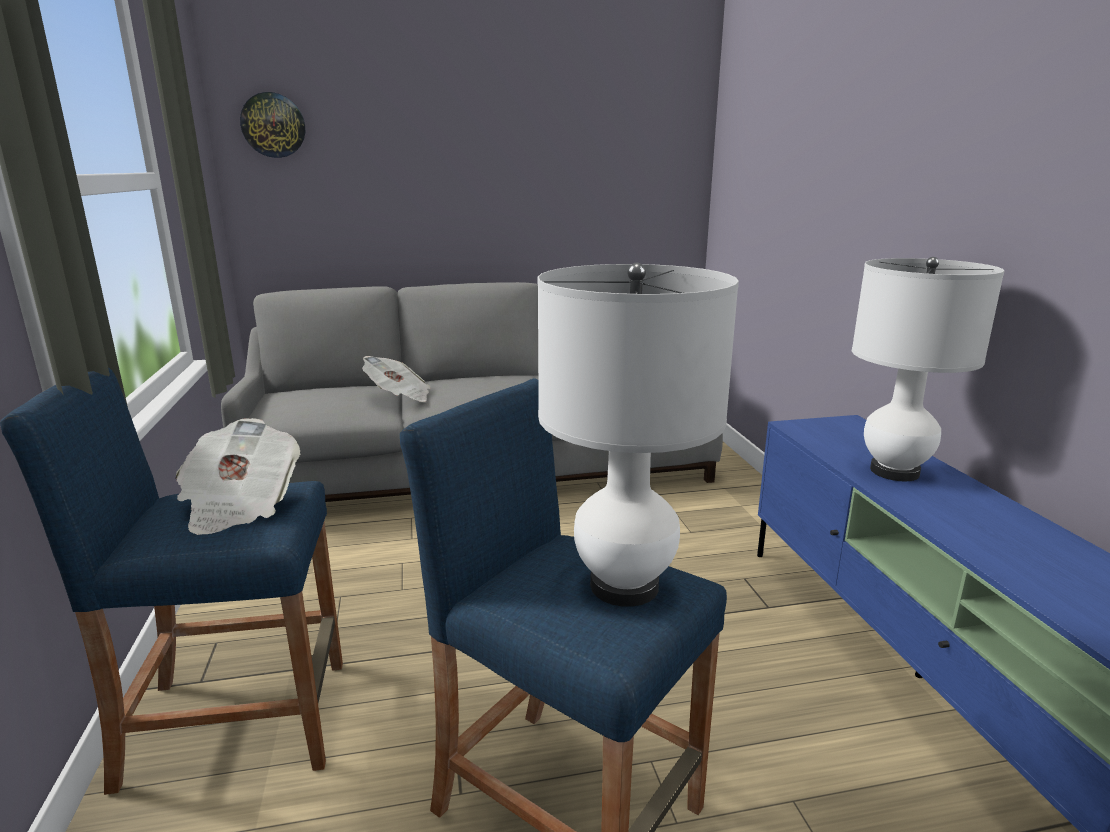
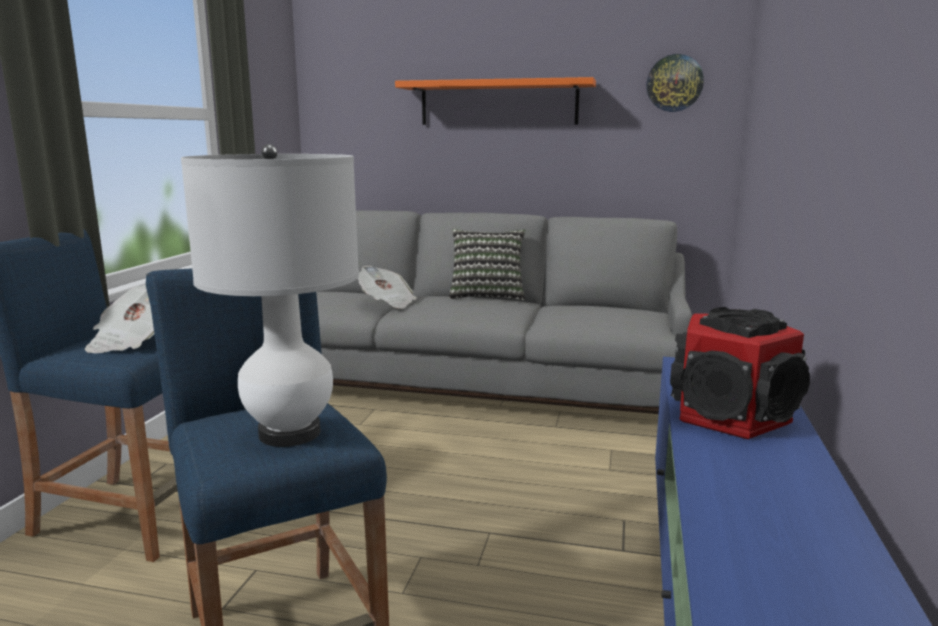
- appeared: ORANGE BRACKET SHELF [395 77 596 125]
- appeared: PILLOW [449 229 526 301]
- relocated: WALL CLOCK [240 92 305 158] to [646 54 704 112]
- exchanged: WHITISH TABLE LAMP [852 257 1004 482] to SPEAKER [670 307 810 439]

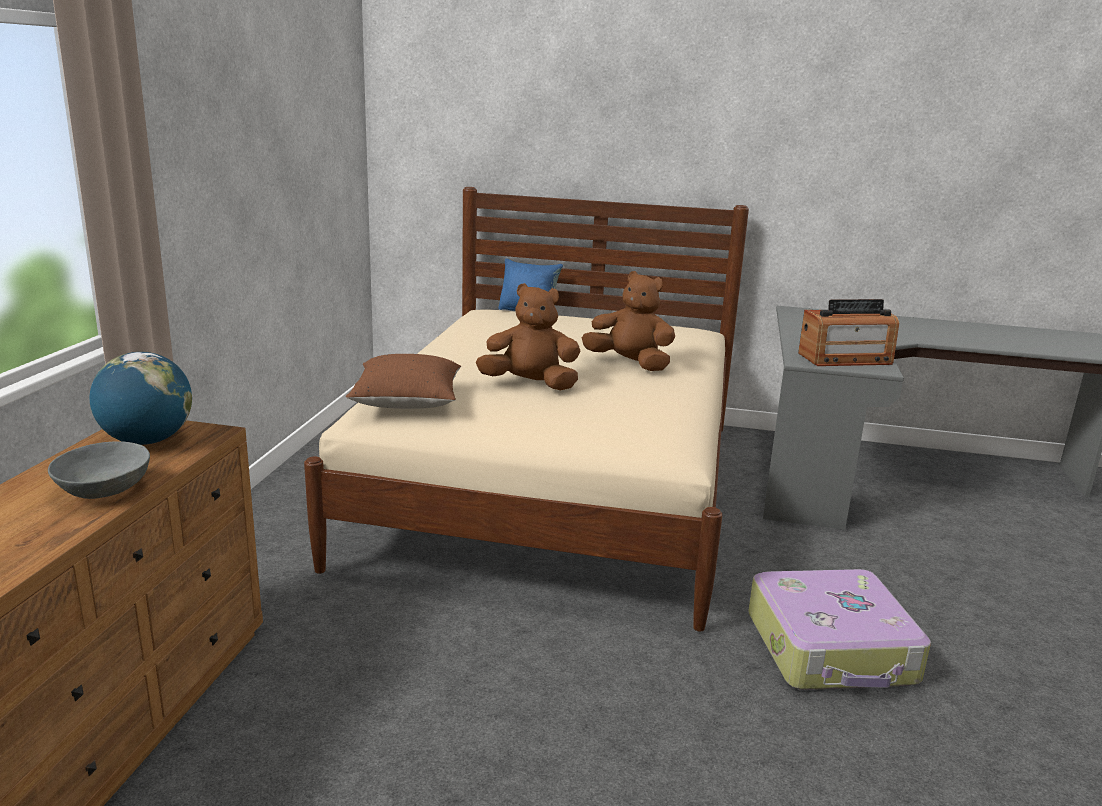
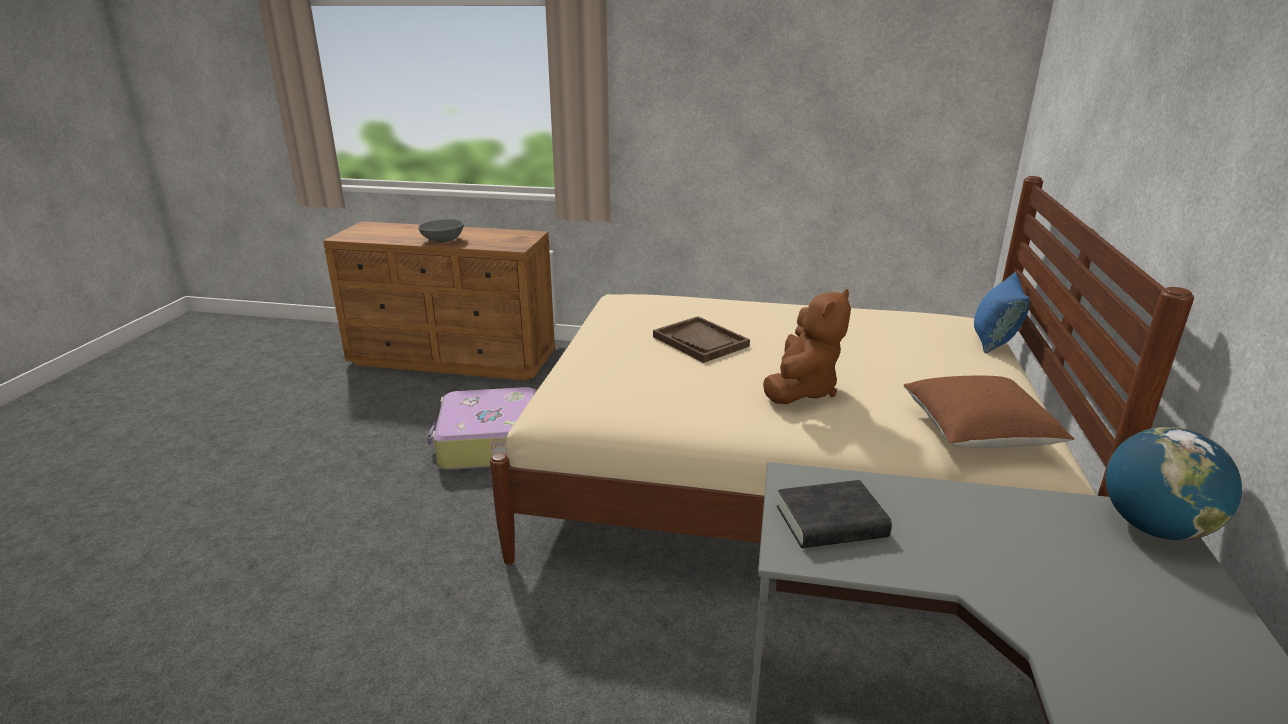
- relocated: WORLD GLOBE [90 352 192 445] to [1106 427 1242 540]
- relocated: BROWN PILLOW [346 354 461 409] to [904 376 1074 448]
- relocated: PIECE OF LUGGAGE [748 569 931 690] to [427 387 537 470]
- exchanged: BROWN CUDDLY TOY [476 283 580 390] to BROWN CARRYING TRAY [653 316 750 363]
- exchanged: RADIO [798 299 899 366] to BLACK-COLOURED VOLUME [777 480 892 548]

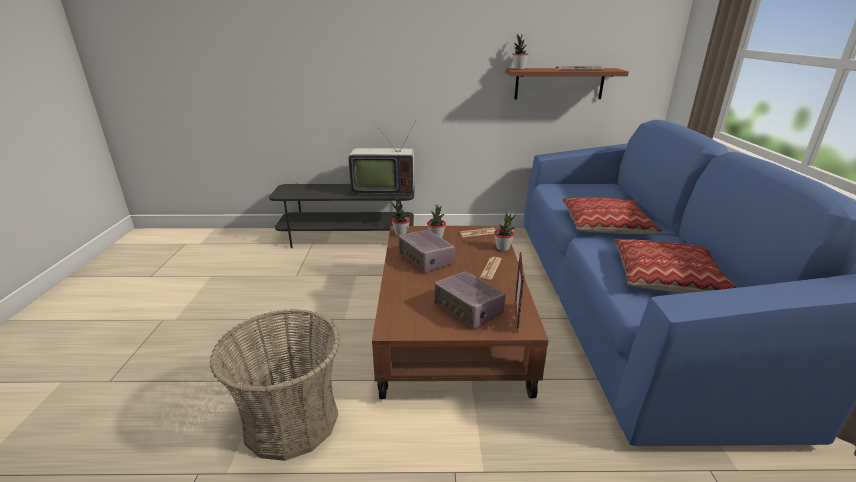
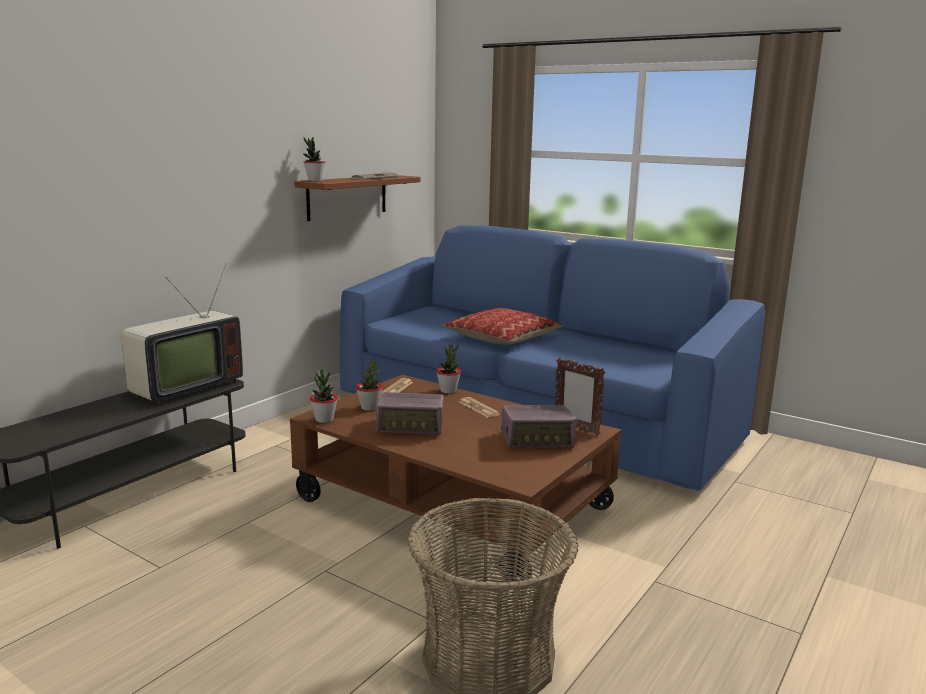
- missing: PILLOW [614 239 736 293]

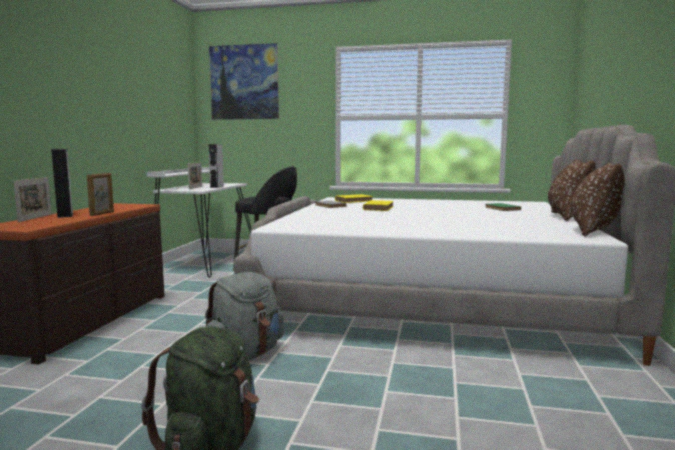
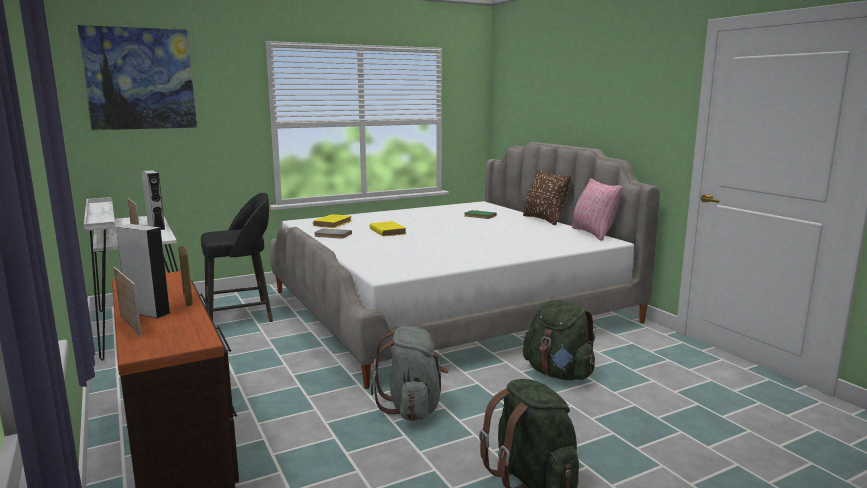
- appeared: GREENISH BACKPACK [523 300 595 380]
- colour: BROWN PILLOW [570 162 625 237] to PINKISH PILLOW [572 178 623 241]

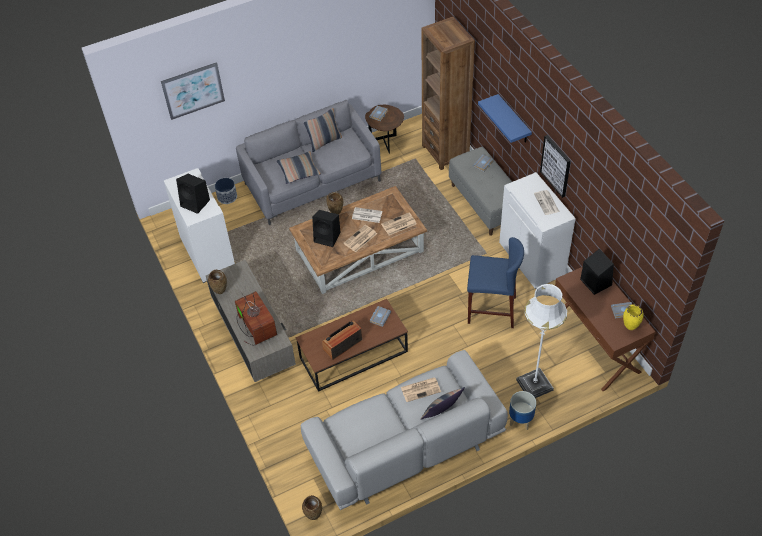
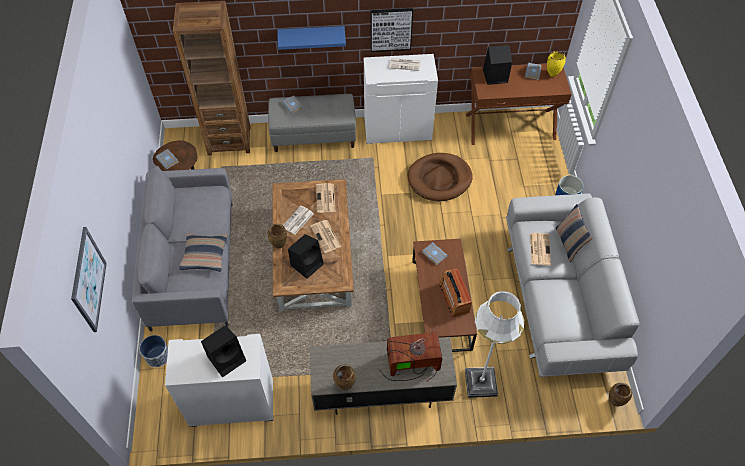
- missing: PILLOW [304 108 342 152]
- relocated: WHITISH STANDARD LAMP [516 284 567 398] to [465 291 524 398]
- exchanged: BLUISH STOOL SEAT [467 237 524 328] to BROWN DOG BED [408 153 473 201]

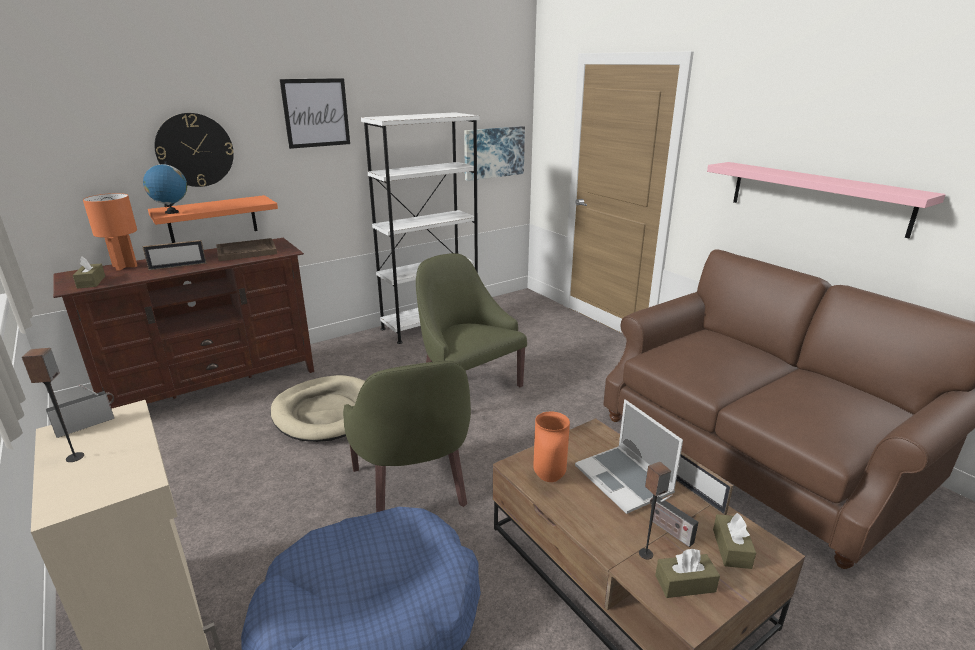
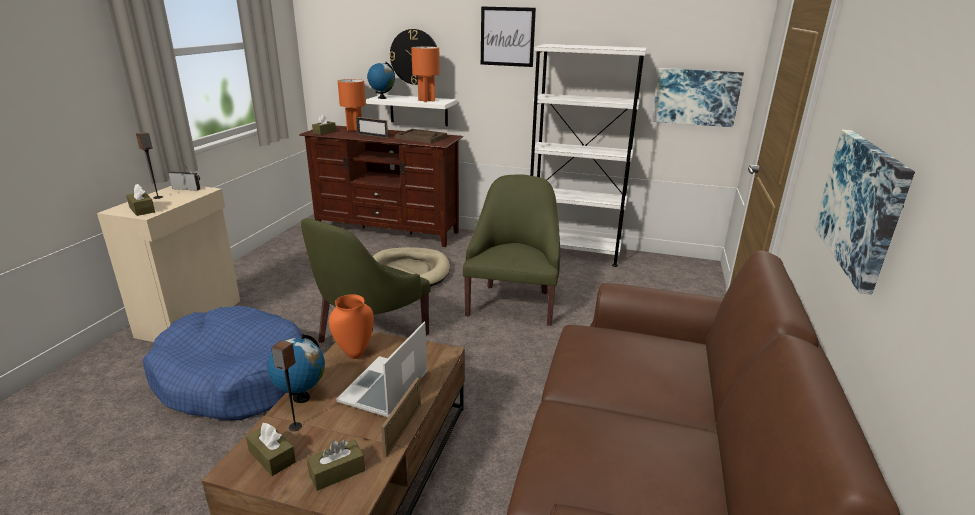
- missing: RADIO [650 495 698 547]
- appeared: BROWN TISSUE HOLDER [126 184 155 216]
- appeared: WORLD GLOBE [267 334 325 403]
- appeared: ORANGE TABLE LAMP [411 46 440 102]
- exchanged: PINKISH BRACKET SHELF [707 162 946 238] to PICTURE [814 130 915 295]
- colour: ORANGE BRACKET SHELF [148 195 278 243] to WHITISH BRACKET SHELF [366 95 457 126]

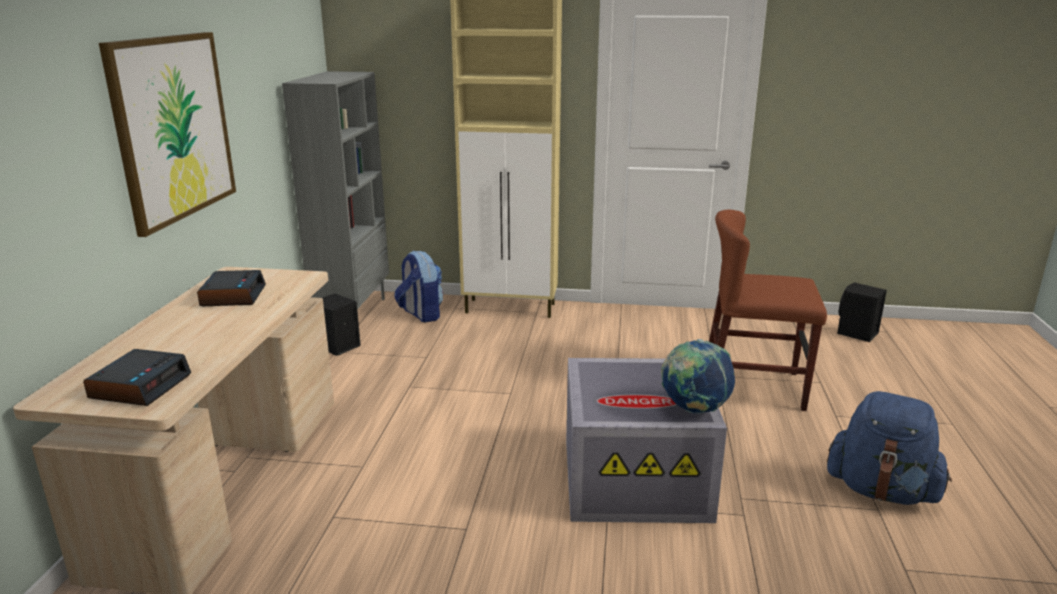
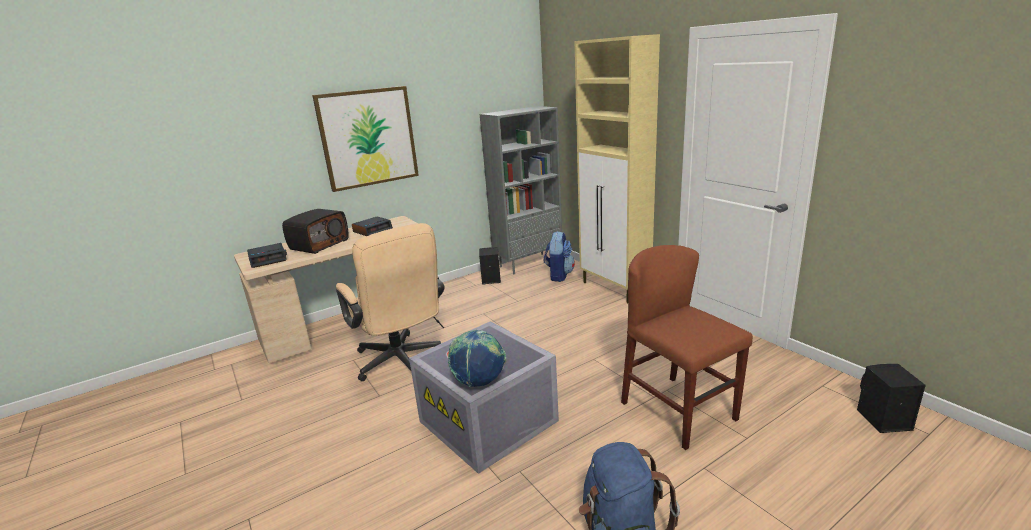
- appeared: RADIO [282 209 349 254]
- appeared: SAND-COLOURED DESK CHAIR [336 223 444 381]

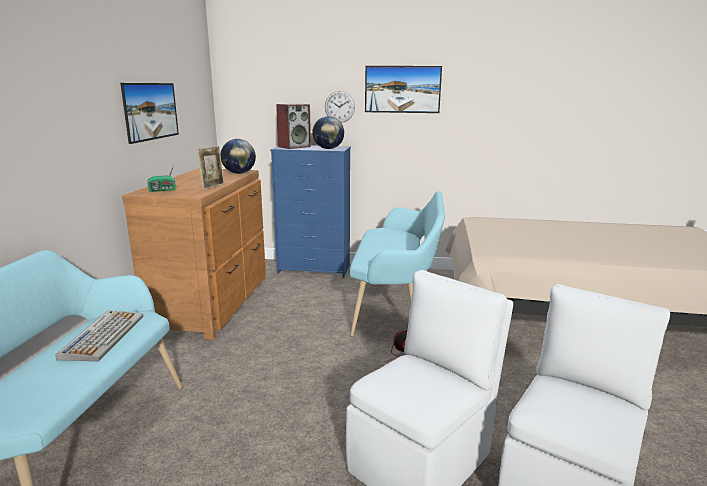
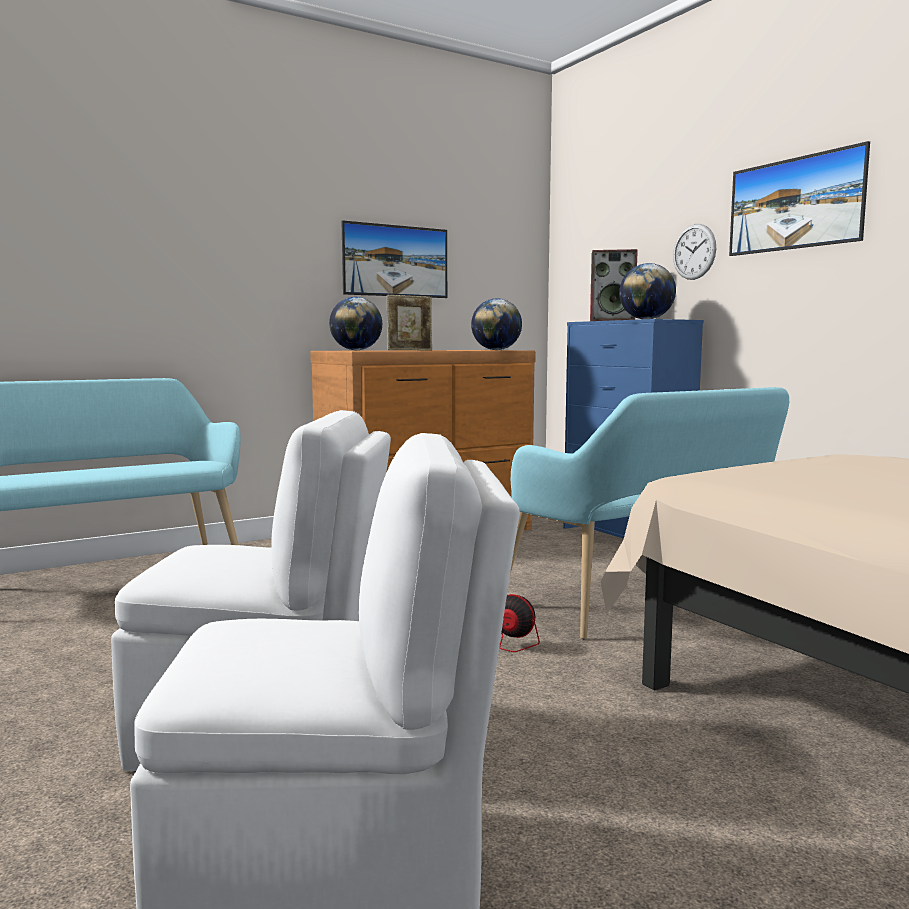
- missing: PC KEYBOARD [56 310 143 361]
- exchanged: RADIO [147 165 176 192] to WORLD GLOBE [329 297 382 350]

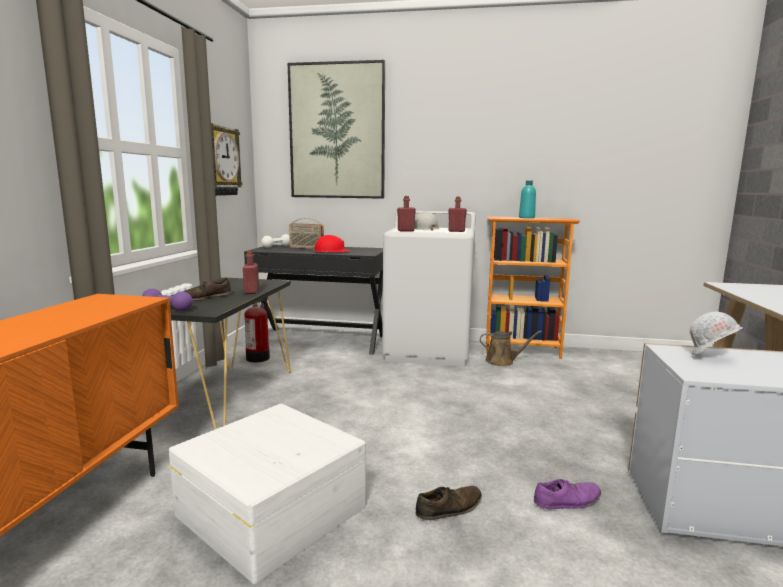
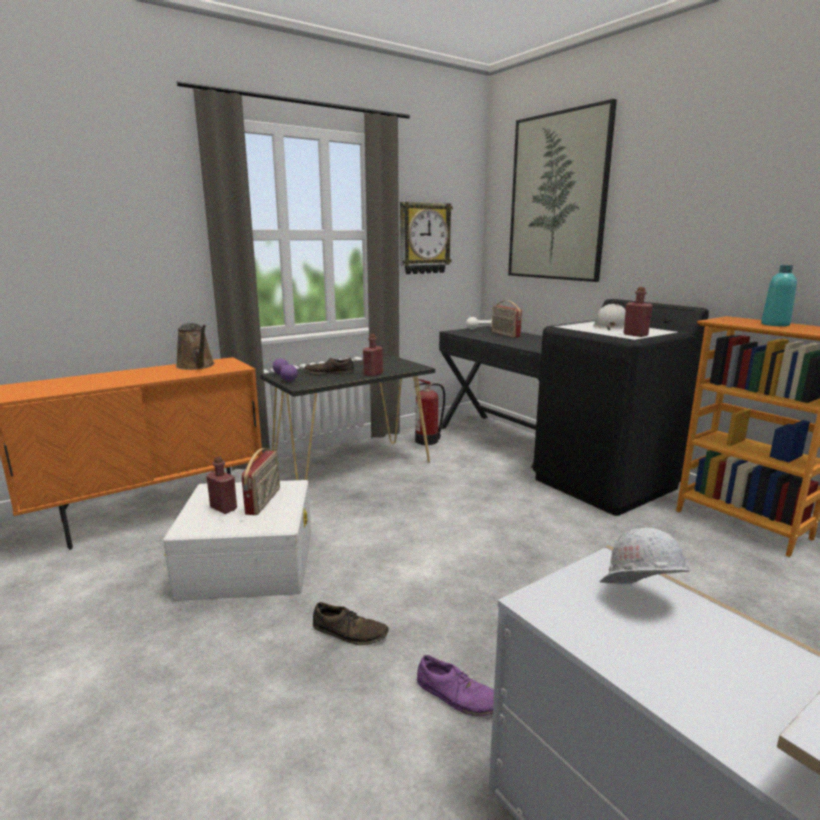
- missing: RED HARD HAT [312 235 350 252]
- appeared: RADIO [241 448 280 515]
- relocated: RED BOTTLE [397 196 416 231] to [206 456 237 514]
- relocated: BROWN SPRINKLING CAN [480 331 542 366] to [176 323 215 370]
- colour: WHITISH WASHING MACHINE [382 211 476 367] to BLACK-COLOURED WASHING MACHINE [533 299 709 516]

